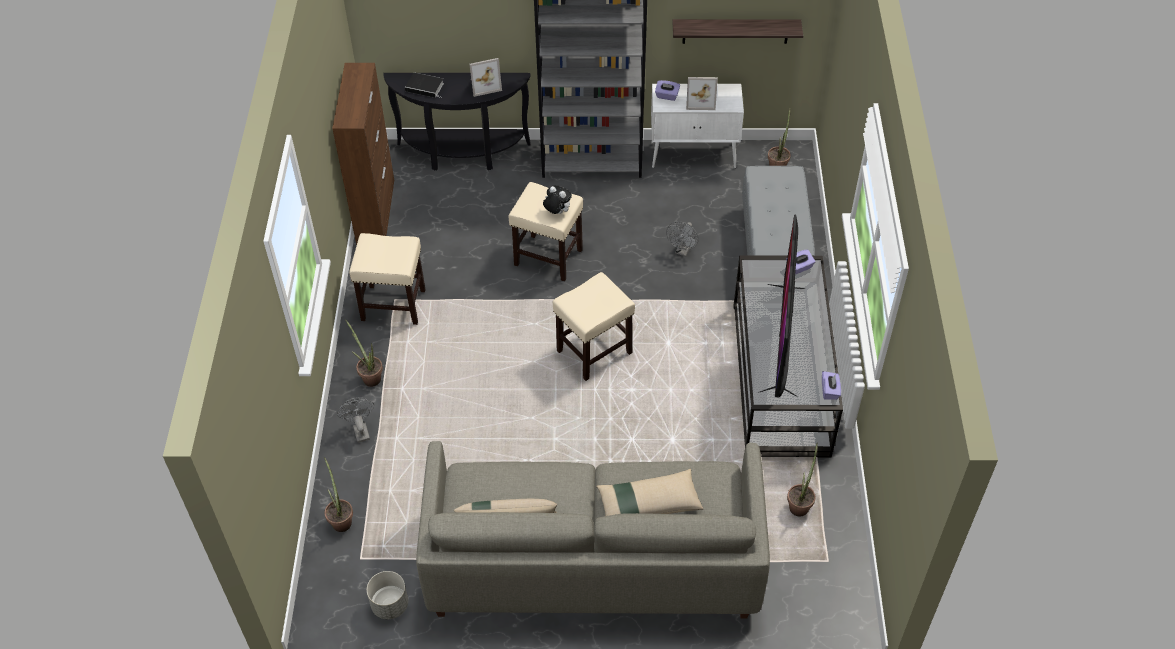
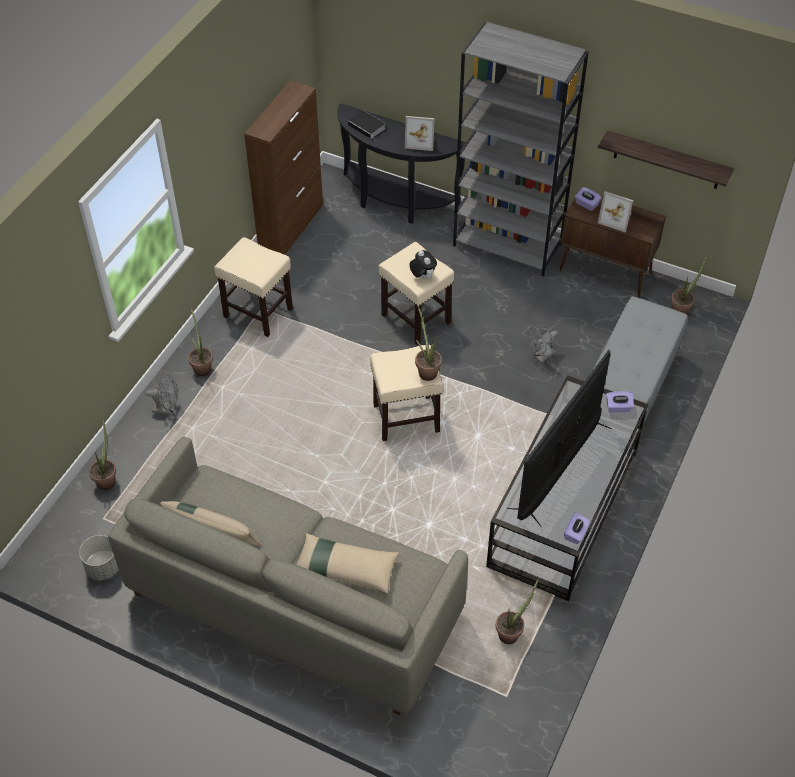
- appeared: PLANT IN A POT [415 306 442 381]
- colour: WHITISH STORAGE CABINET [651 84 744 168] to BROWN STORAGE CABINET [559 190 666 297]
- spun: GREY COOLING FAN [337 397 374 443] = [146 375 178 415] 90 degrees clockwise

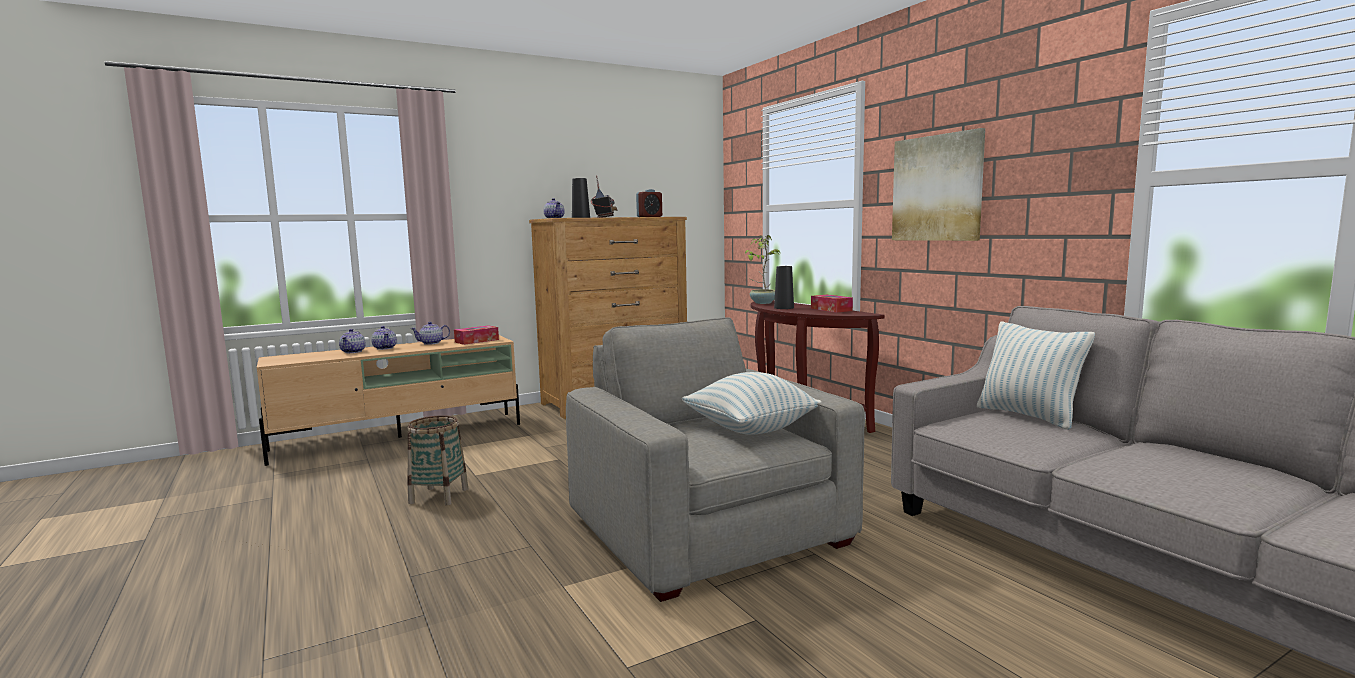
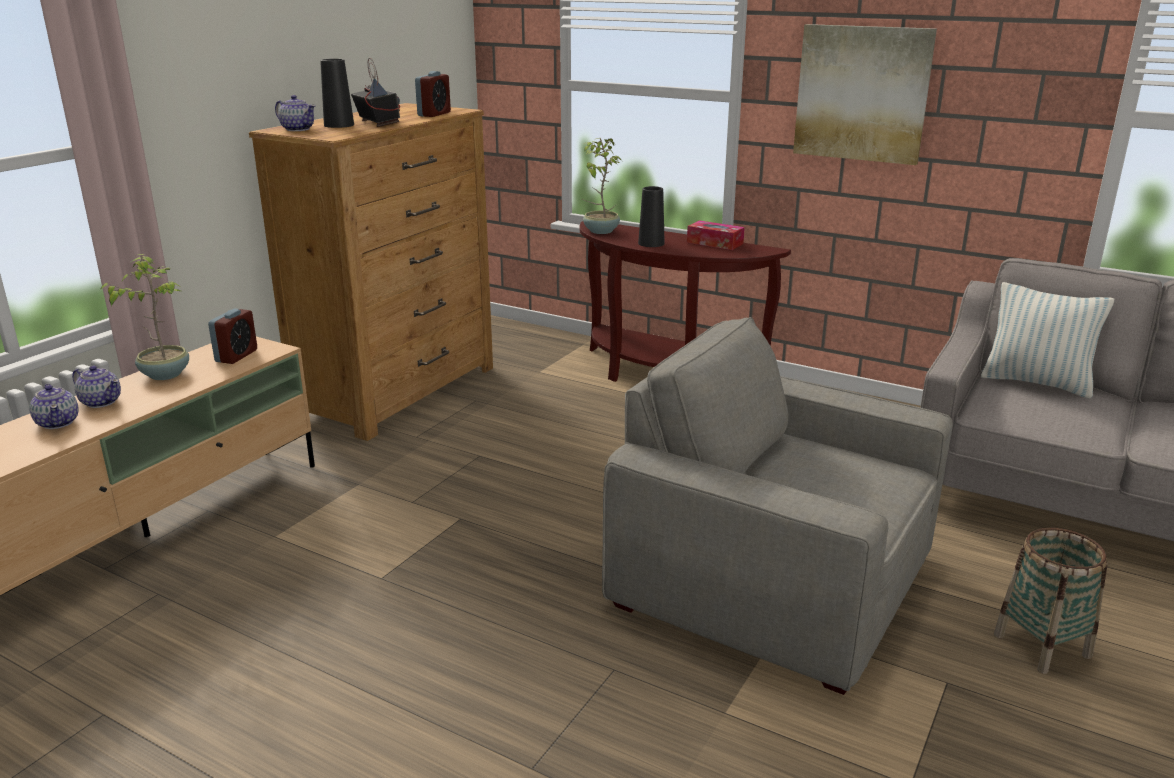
- missing: PILLOW [681 372 822 435]
- relocated: STORAGE BASKET [408 415 468 506] to [994 528 1108 674]
- exchanged: TEAPOT [411 322 450 345] to PLANT IN A POT [100 254 189 380]
- exchanged: TISSUE HOLDER [454 325 499 345] to TABLE CLOCK [208 308 257 364]

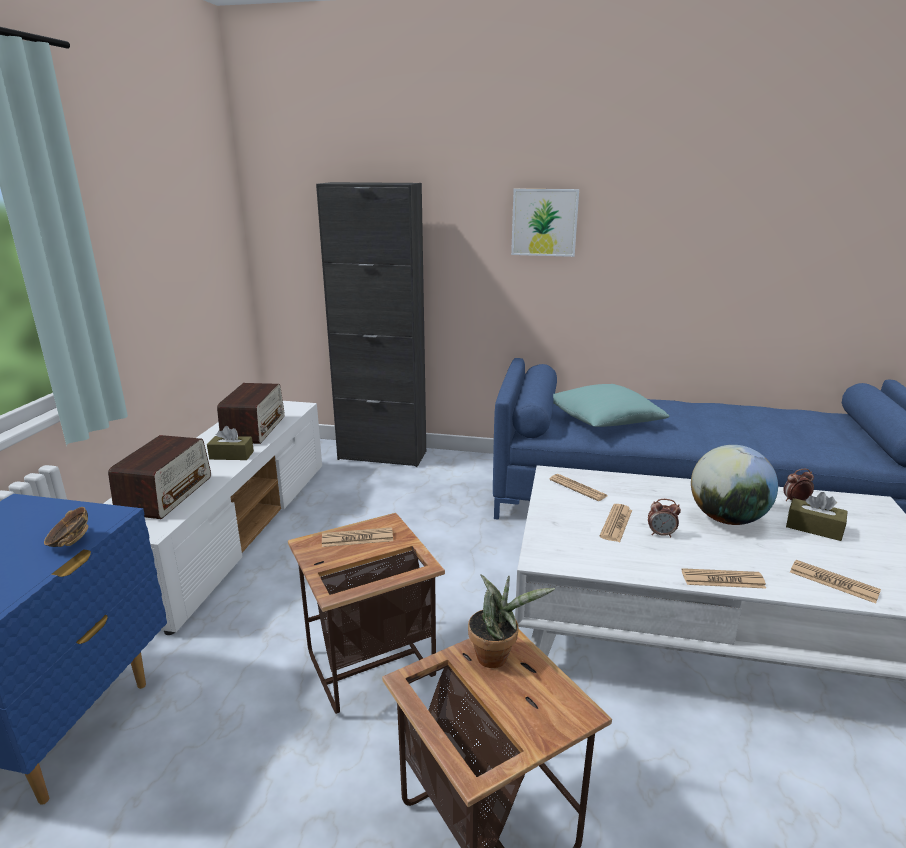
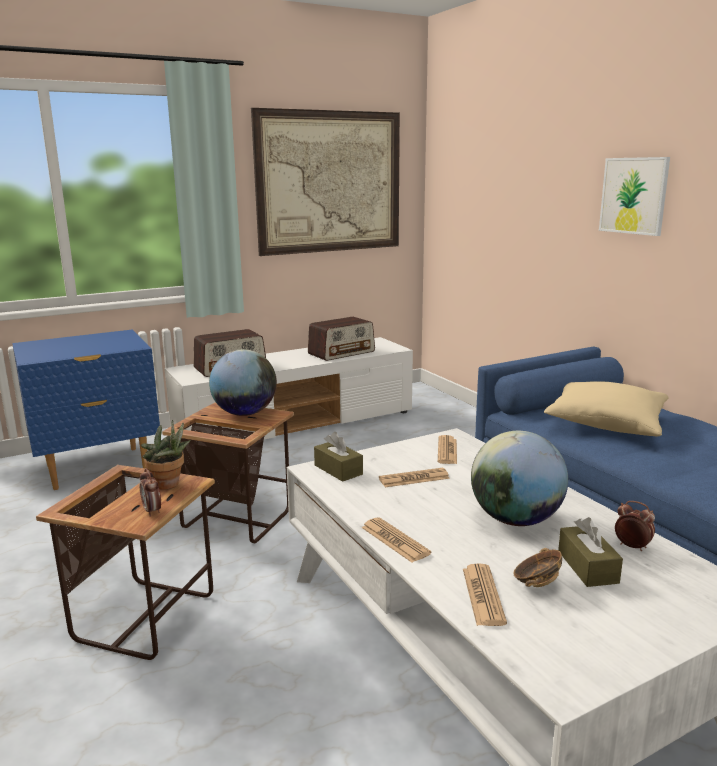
- missing: BLACK-COLOURED STORAGE CABINET [316 182 426 467]
- appeared: PICTURE [251 108 400 256]
- relocated: BOWL [44 507 88 547] to [513 548 562 587]
- relocated: BROWN TISSUE HOLDER [207 426 254 460] to [314 432 363 482]
- relocated: TABLE CLOCK [648 499 681 537] to [140 468 161 517]
- exchanged: DAILY PAPER [322 527 393 547] to WORLD GLOBE [209 349 277 416]
- colour: TURQUOISE-COLOURED PILLOW [553 384 669 427] to SAND-COLOURED PILLOW [544 381 669 436]

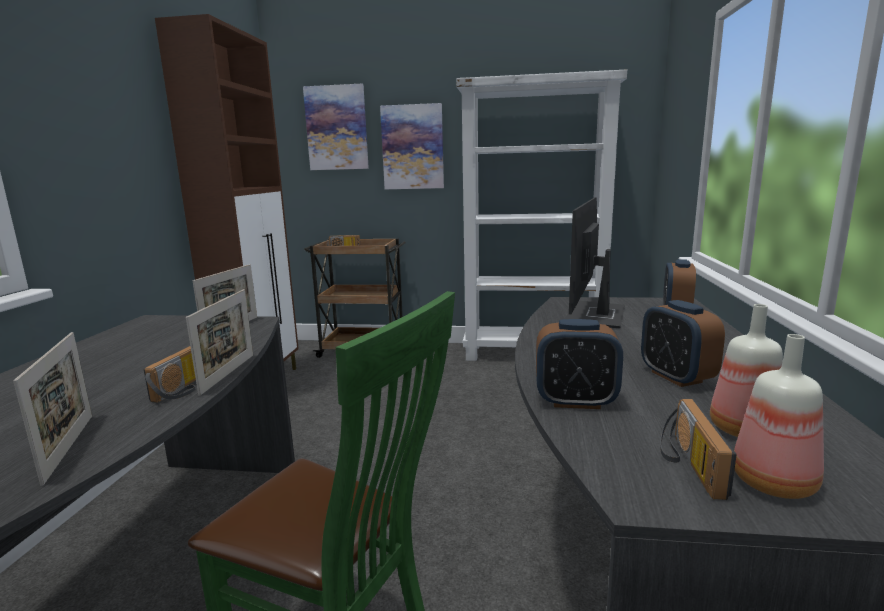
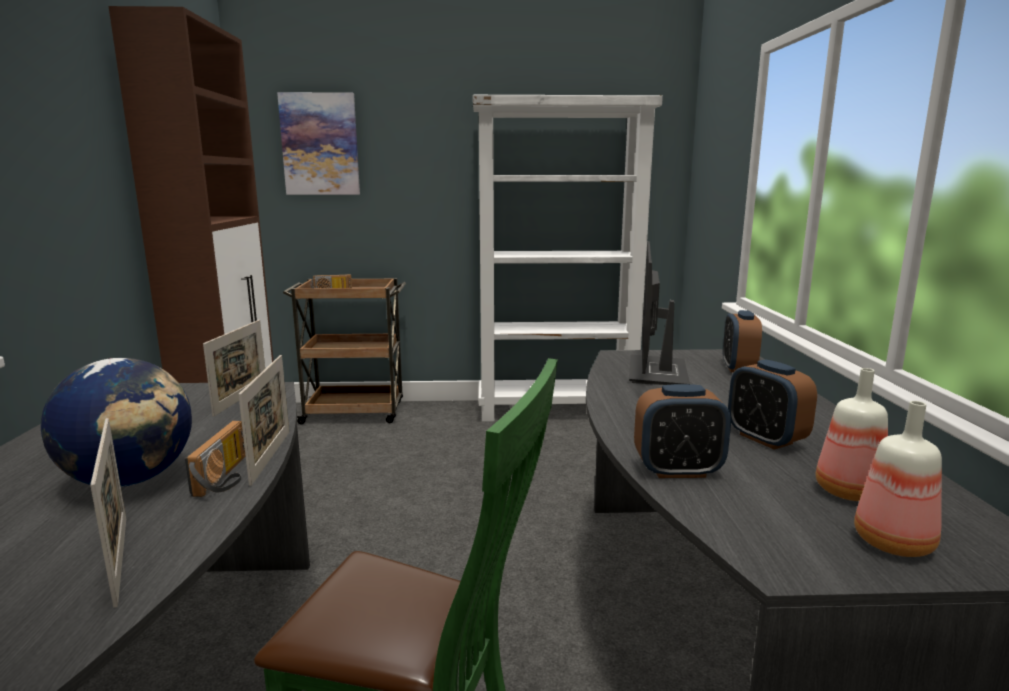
- missing: PICTURE [380 103 444 189]
- missing: RADIO [660 399 737 500]
- appeared: WORLD GLOBE [41 358 192 487]

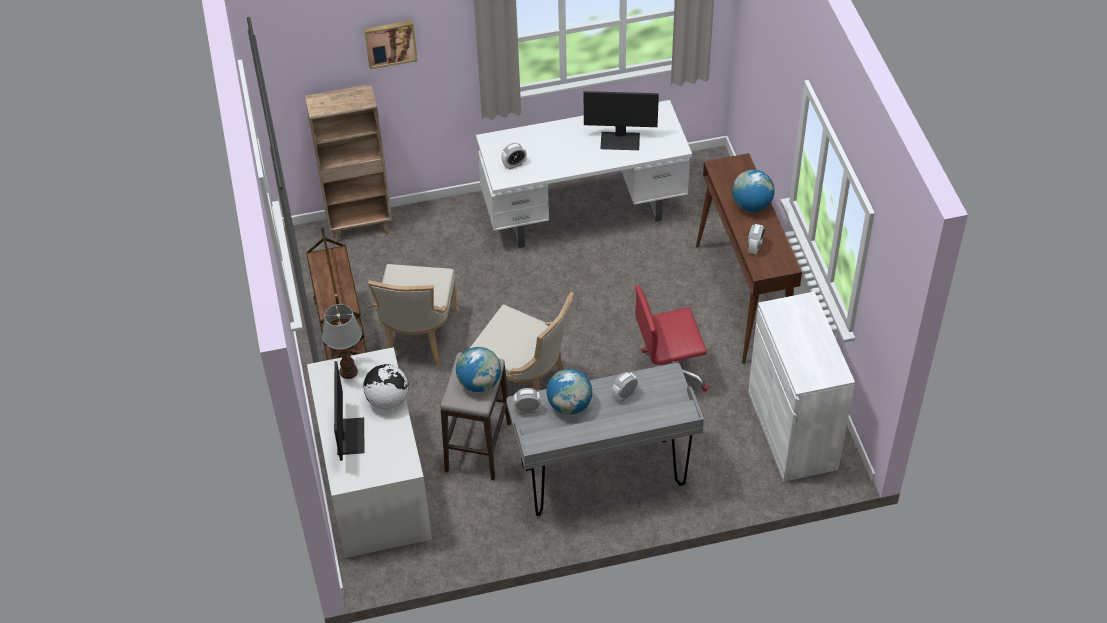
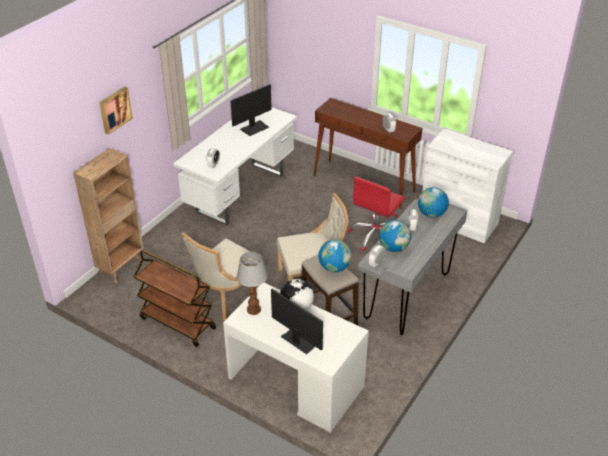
- relocated: WORLD GLOBE [732 170 775 212] to [418 187 449 218]
- spun: SAND-COLOURED CHAIR [368 264 460 368] = [181 232 265 320] 75 degrees clockwise

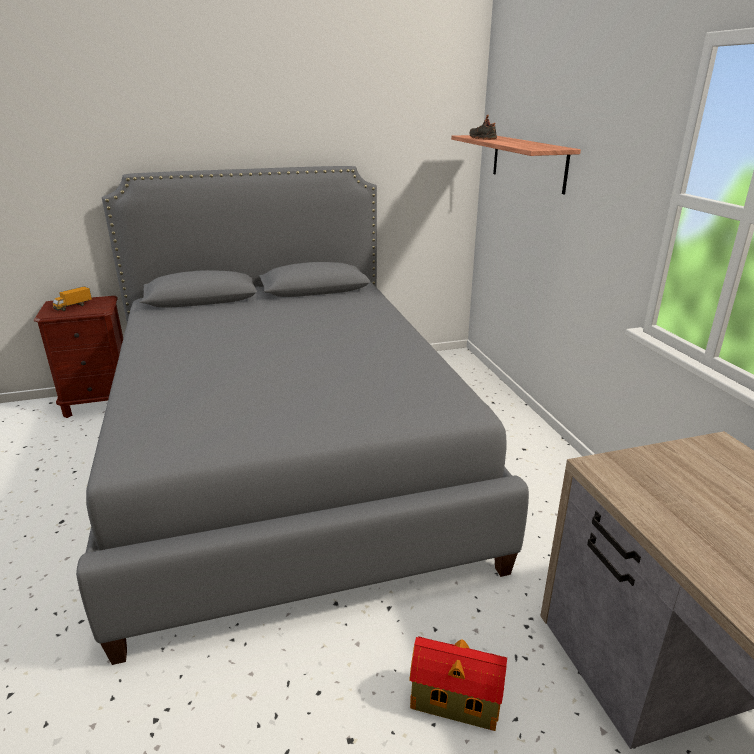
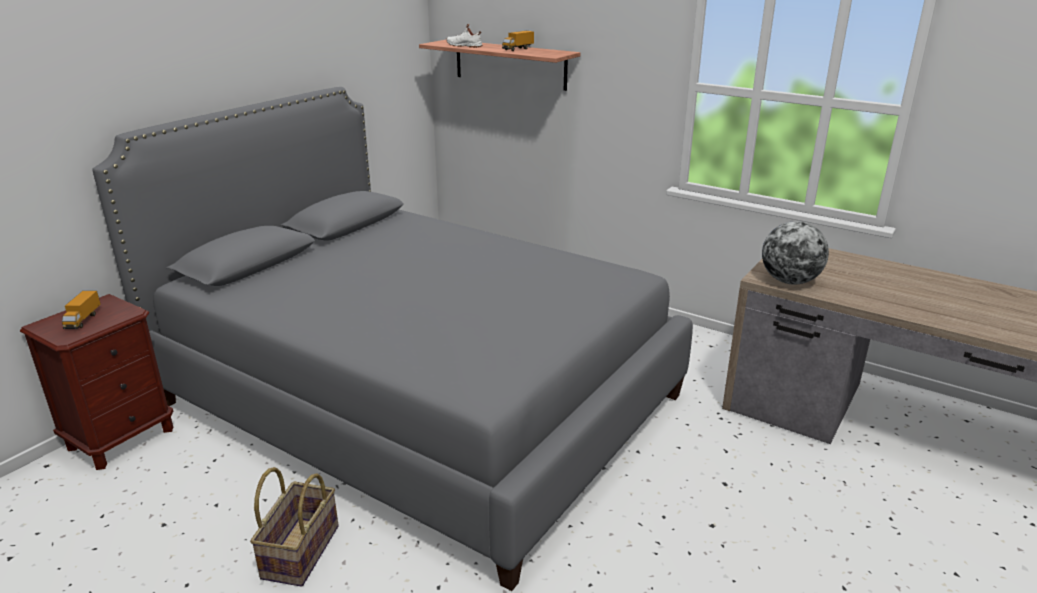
- missing: TOY HOUSE [409 636 507 731]
- appeared: STORAGE BASKET [250 467 339 586]
- appeared: MODEL TRUCK [502 31 534 51]
- appeared: WORLD GLOBE [762 221 829 285]
- colour: BLACK-COLOURED SHOE [469 115 497 140] to WHITISH SHOE [446 24 482 48]

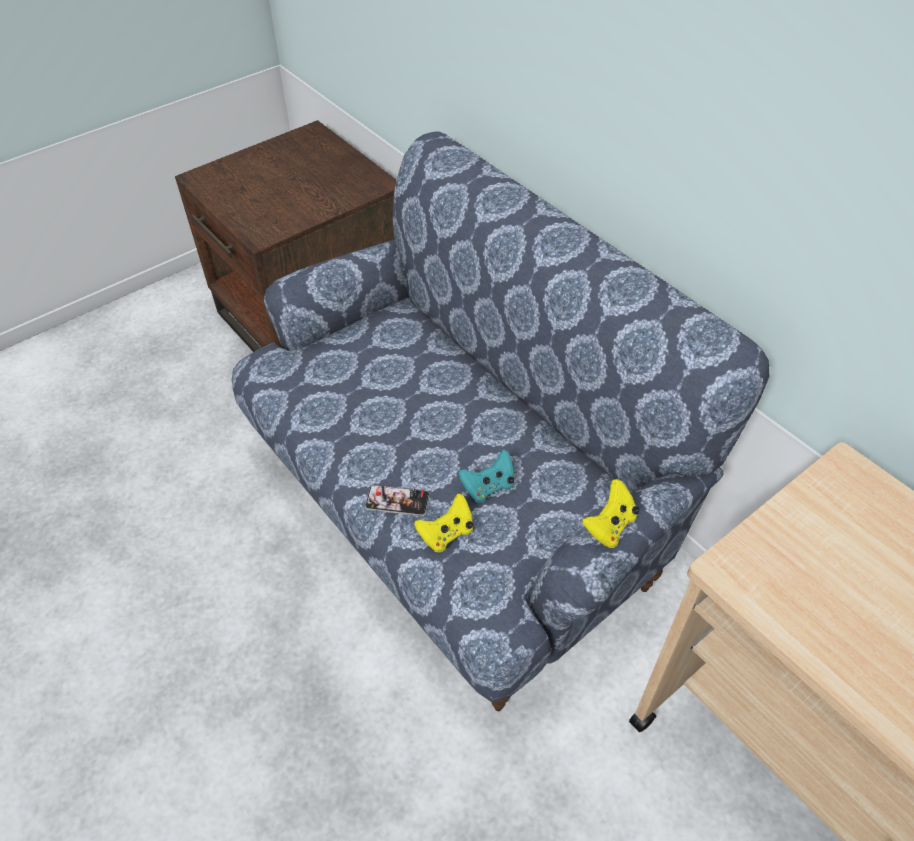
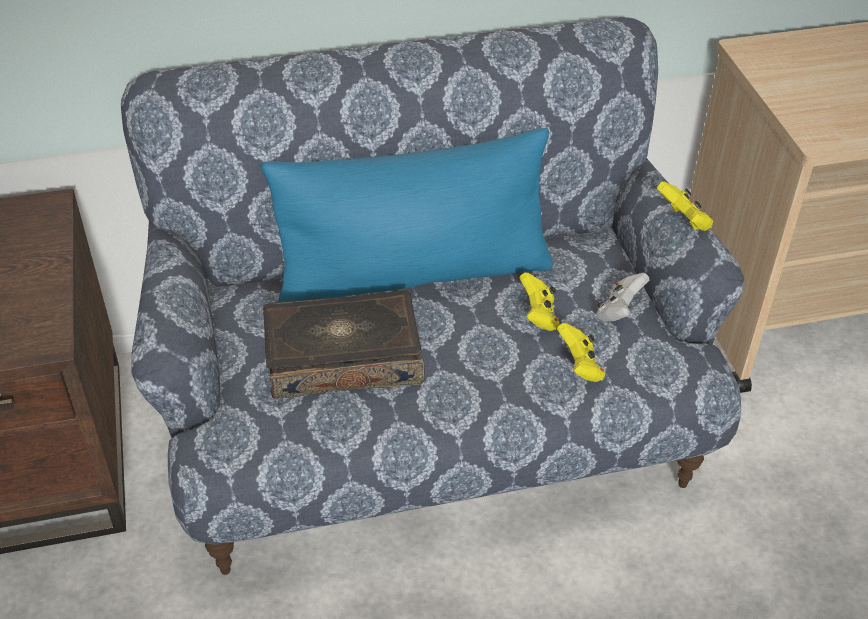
- missing: HANDSET [365 485 430 516]
- appeared: BLUISH PILLOW [261 128 553 302]
- appeared: VOLUME [263 290 425 399]
- appeared: WHITISH JOYPAD [596 273 649 322]
- colour: TURQUOISE-COLOURED JOYPAD [458 450 514 502] to YELLOWISH JOYPAD [520 272 560 331]

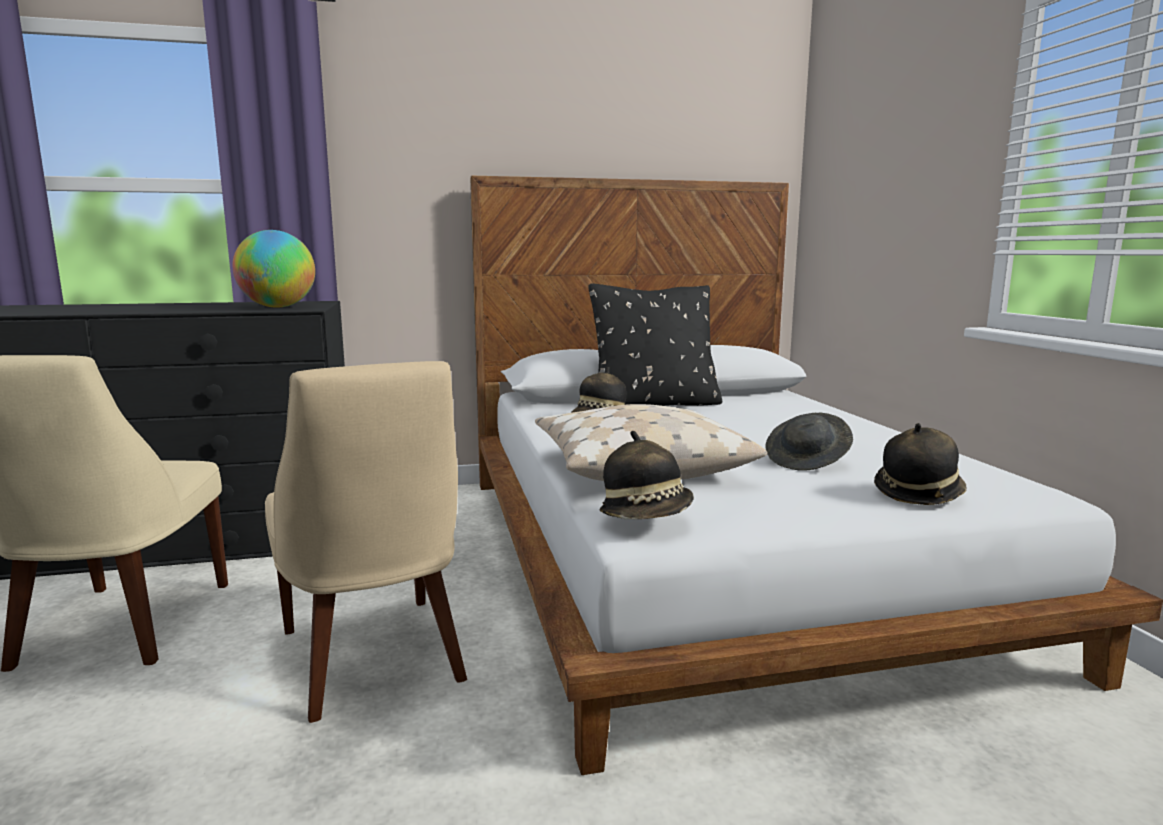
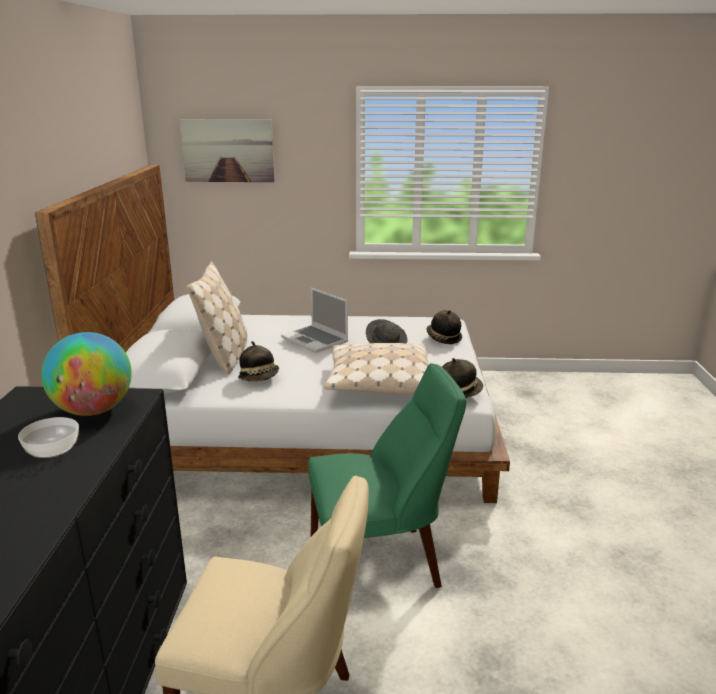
- appeared: BOWL [18 417 79 458]
- appeared: PICTURE [180 119 275 182]
- appeared: NOTEBOOK COMPUTER [281 288 348 353]
- colour: SAND-COLOURED CHAIR [265 361 467 723] to GREENISH CHAIR [308 363 466 588]
- colour: BLACK-COLOURED PILLOW [588 283 722 406] to SAND-COLOURED PILLOW [187 261 247 375]

